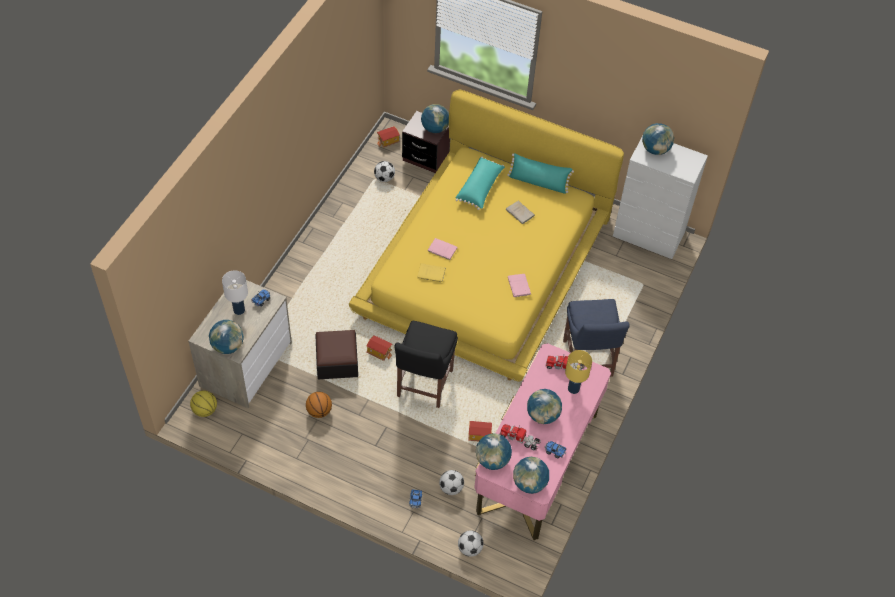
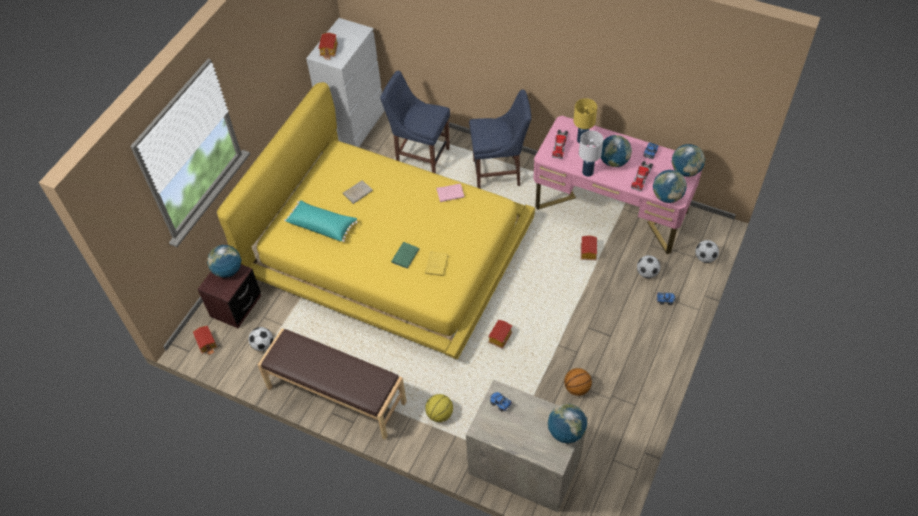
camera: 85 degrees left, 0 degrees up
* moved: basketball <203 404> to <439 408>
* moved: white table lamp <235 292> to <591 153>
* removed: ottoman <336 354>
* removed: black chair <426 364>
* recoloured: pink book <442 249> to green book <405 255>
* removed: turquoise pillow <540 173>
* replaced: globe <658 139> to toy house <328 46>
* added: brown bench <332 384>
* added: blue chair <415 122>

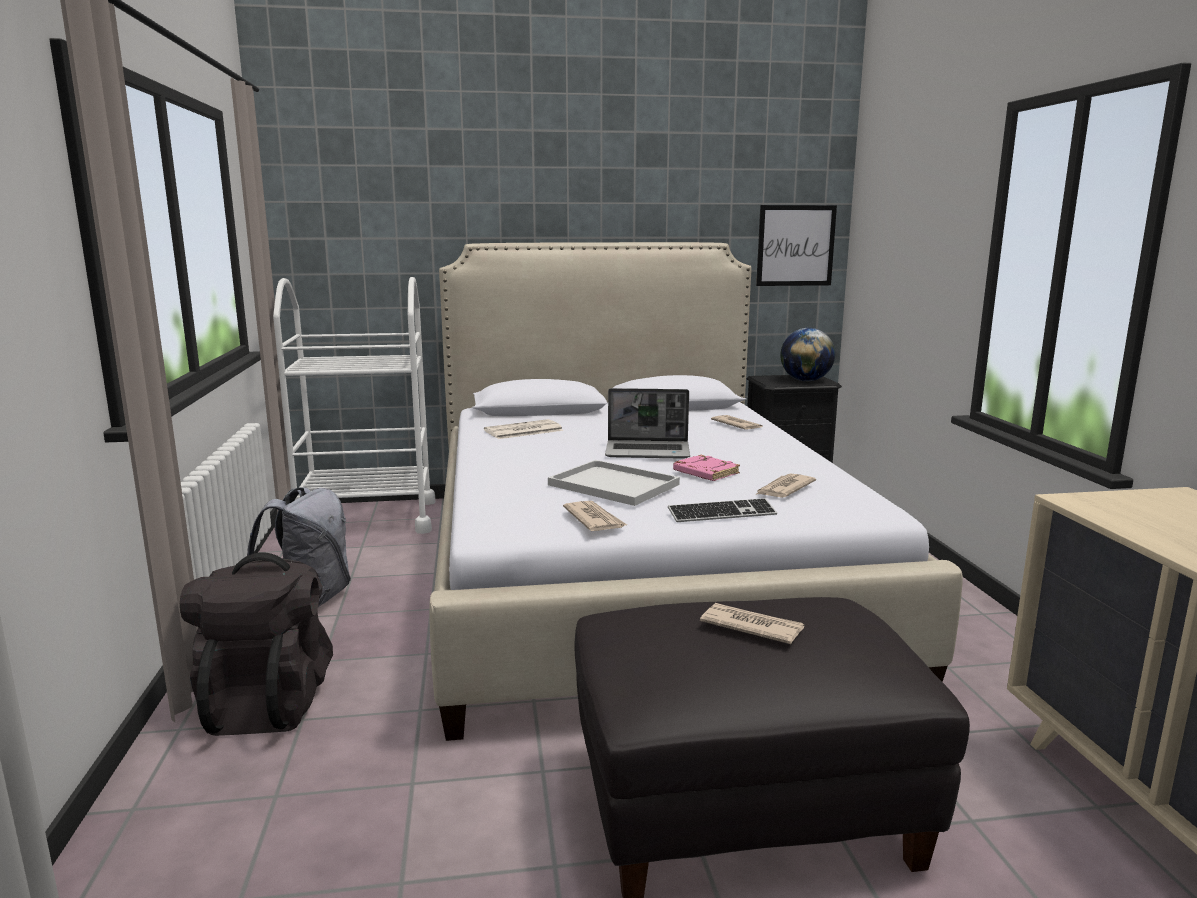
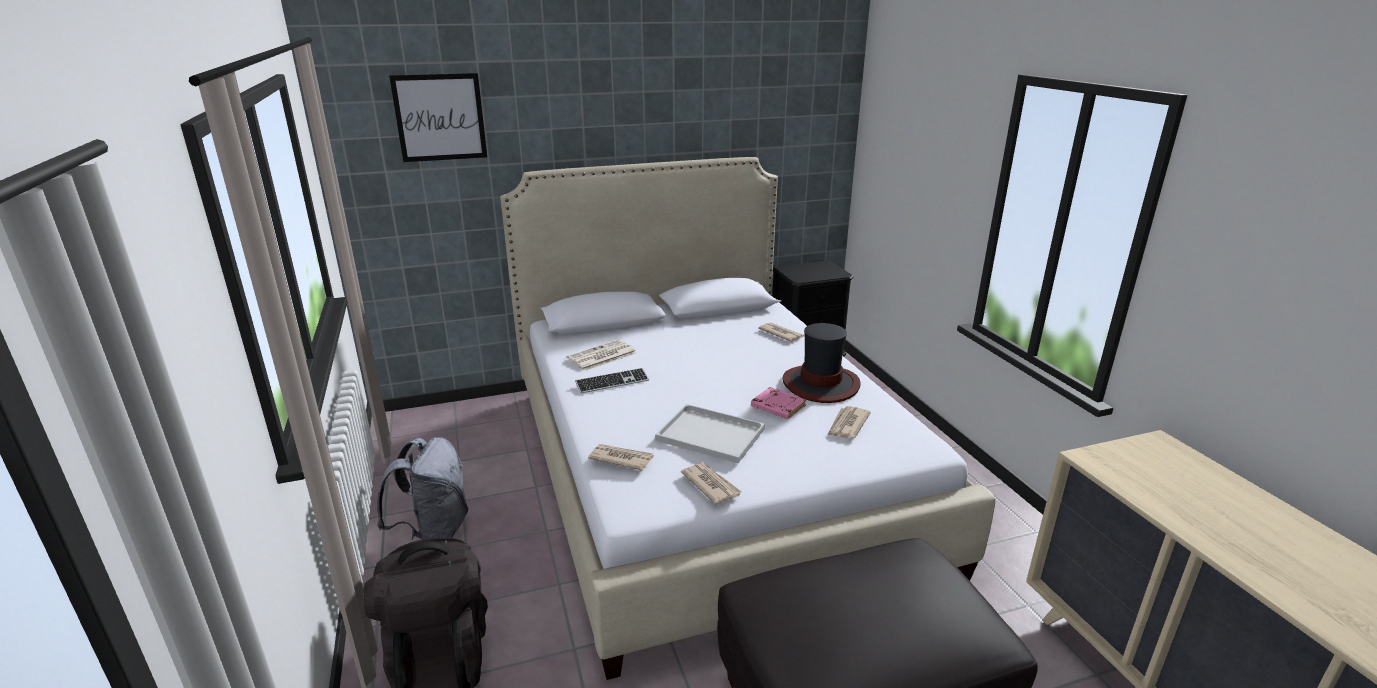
camera: 10 degrees left, 10 degrees up
* removed: white cart <354 405>
* removed: laptop <647 423>
* moved: keyboard <722 510> to <612 380>
* moved: newspaper <752 623> to <621 457>
* moved: picture <796 245> to <438 117>
* removed: globe <807 354>
* added: hat <821 363>

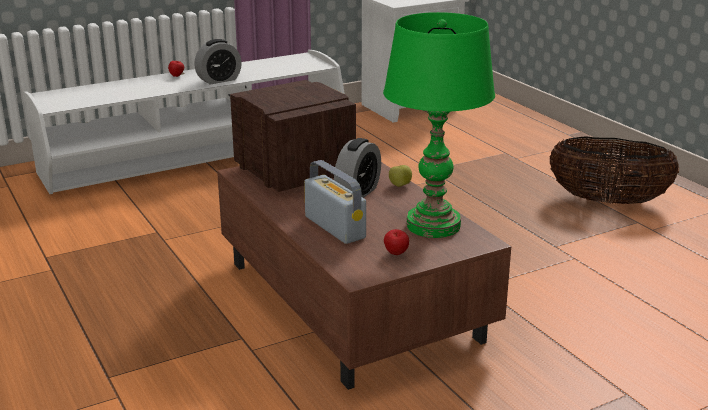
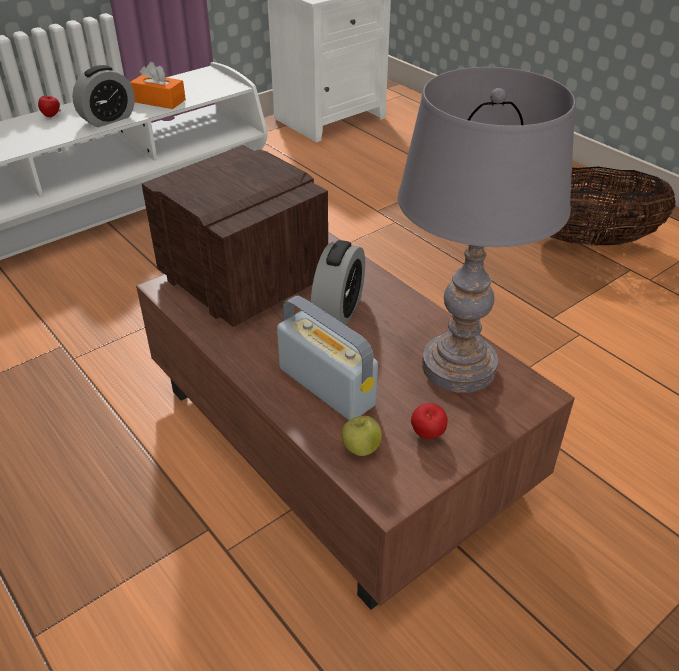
camera: 10 degrees left, 15 degrees up
* recoloured: green table lamp <439 125> to grey table lamp <487 230>
* moved: apple <400 176> to <361 436>
* added: orange tissue box <158 85>

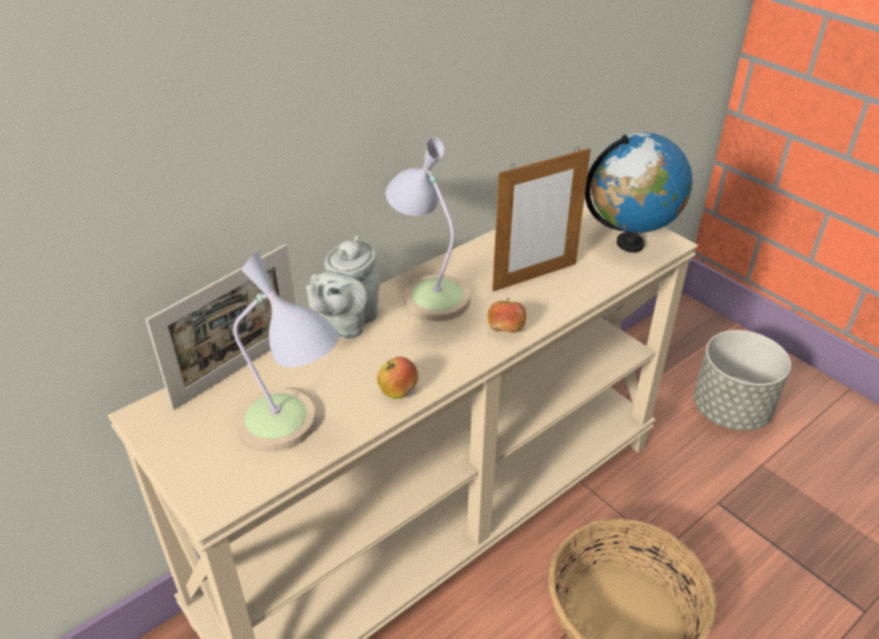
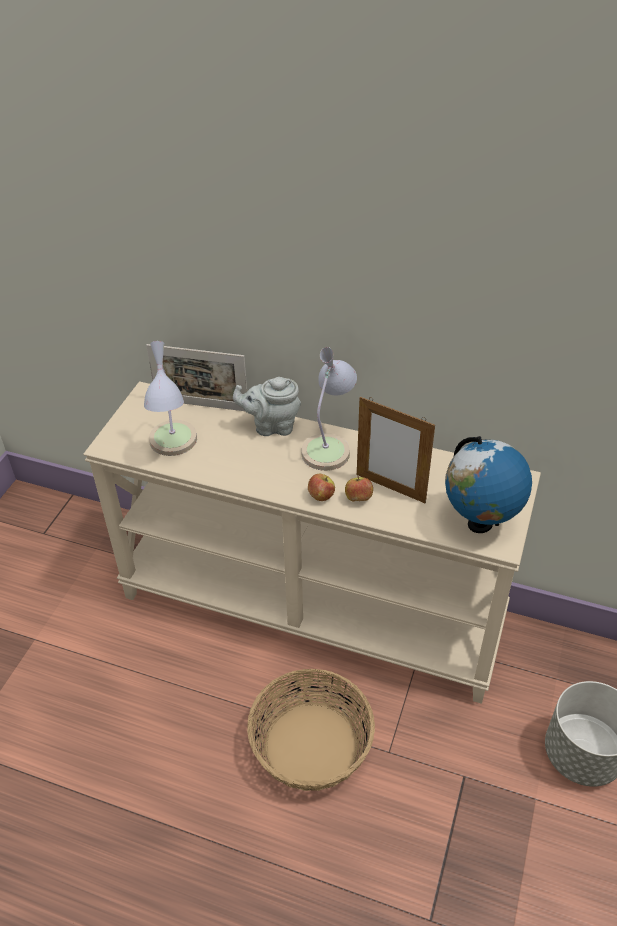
camera: 60 degrees right, 5 degrees up
* moved: apple <397 378> to <359 488>

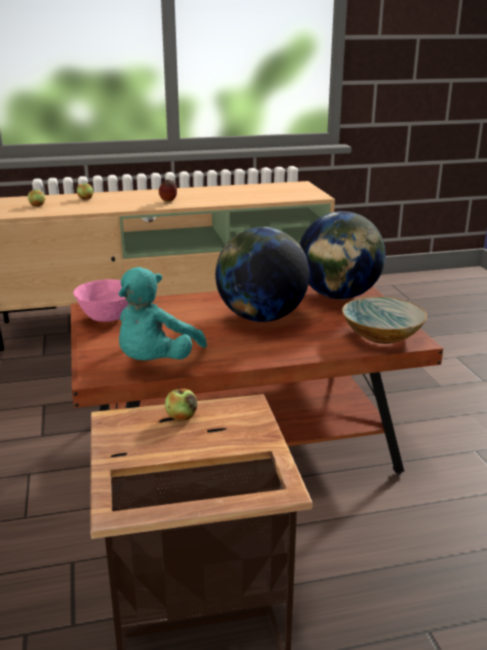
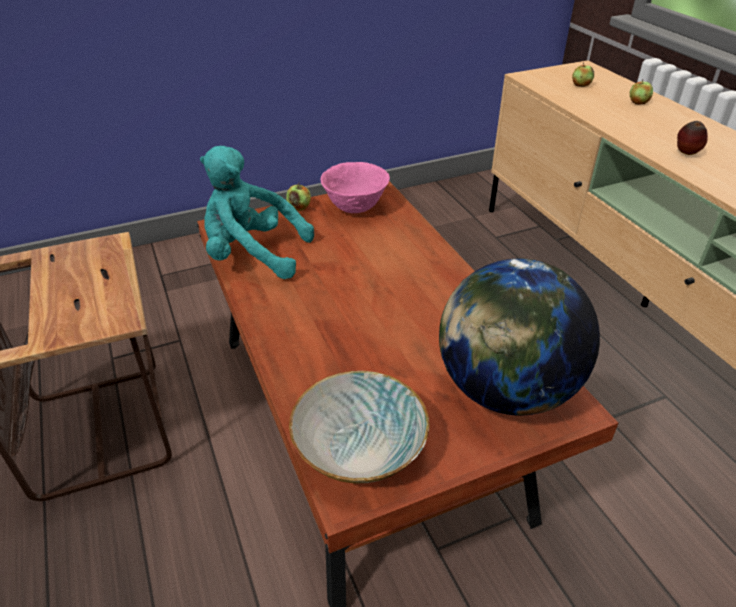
camera: 80 degrees right, 15 degrees up
* moved: apple <181 403> to <298 197>
* removed: globe <262 274>

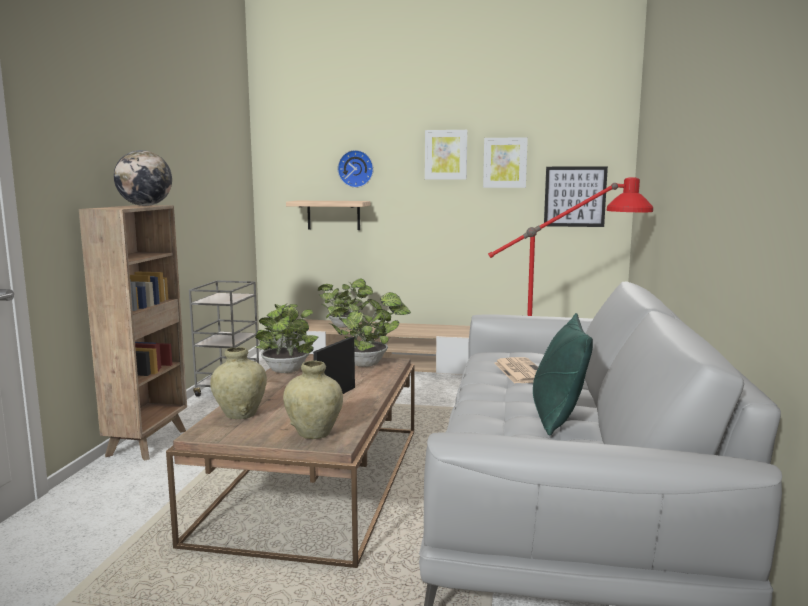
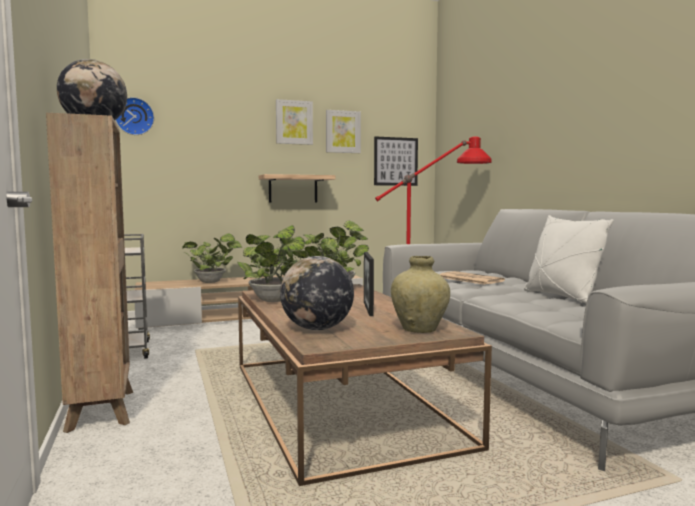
camera: 30 degrees left, 5 degrees down
* replaced: beige vase <238 383> to globe <317 293>
* moved: shelf <328 215> to <297 188>
* moved: wall clock <356 169> to <134 116>
* recoloured: green pillow <563 374> to white pillow <569 259>

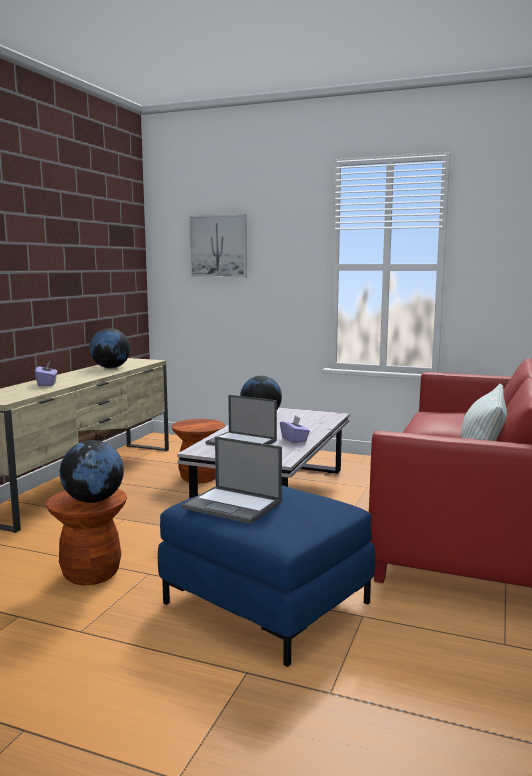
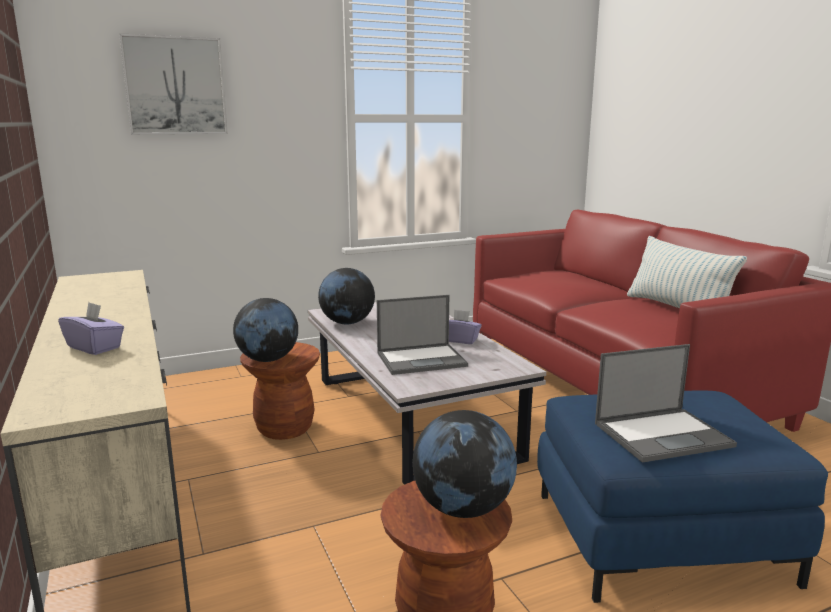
camera: 45 degrees left, 5 degrees up
* moved: globe <110 348> to <265 330>

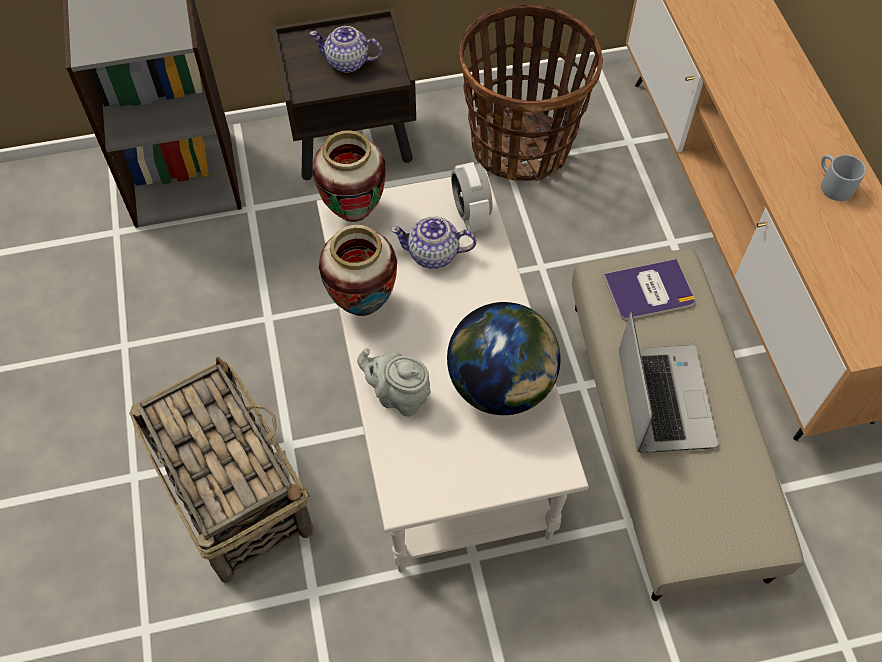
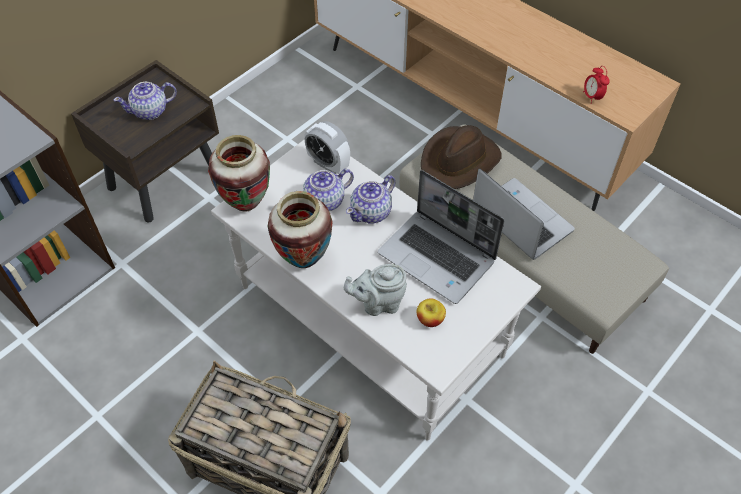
camera: 35 degrees left, 5 degrees down
* replaced: globe <504 358> to laptop <441 237>
* removed: basket <531 92>
* replaced: book <648 289> to brown hat <461 157>
* removed: grey mug <843 178>
* added: teapot <370 199>
* added: apple <431 312>
* added: alarm clock <596 85>

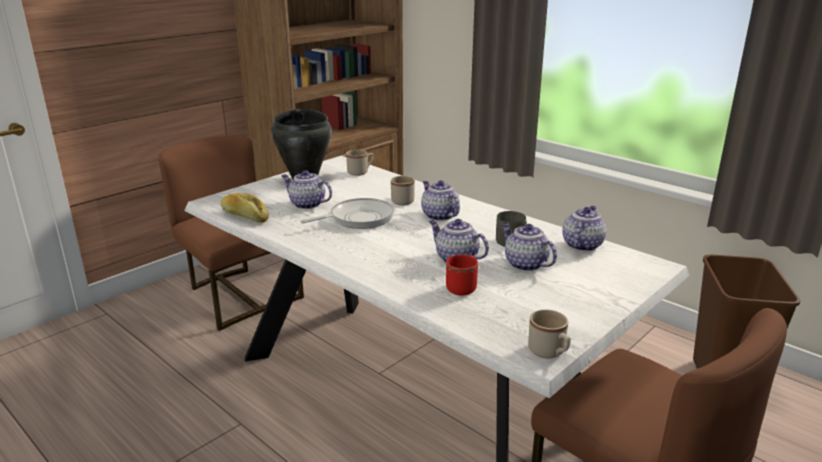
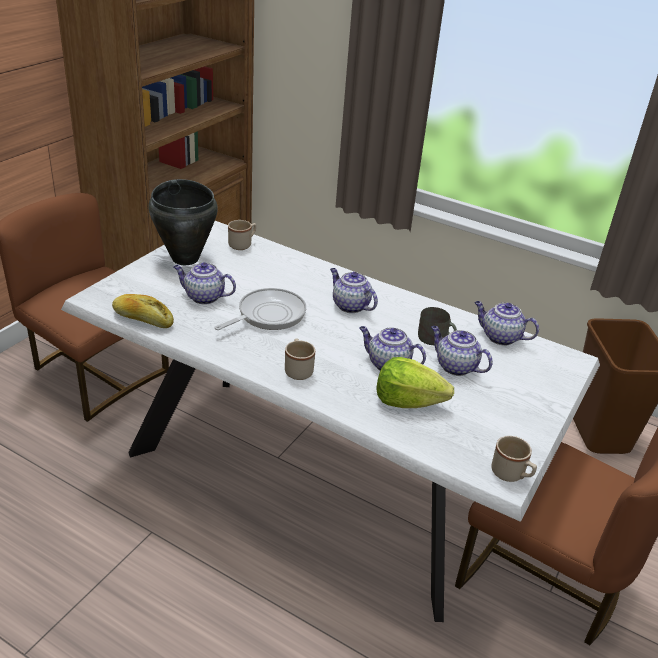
camera: 15 degrees left, 10 degrees up
* moved: beige mug <403 190> to <300 359>
* replaced: red mug <462 275> to lettuce <415 382>
* turned: teapot <584 228> = <507 323> 75 degrees counterclockwise

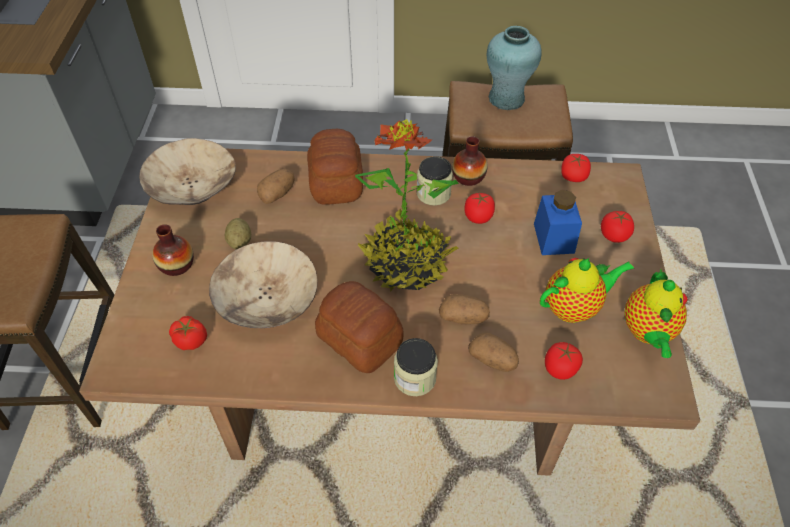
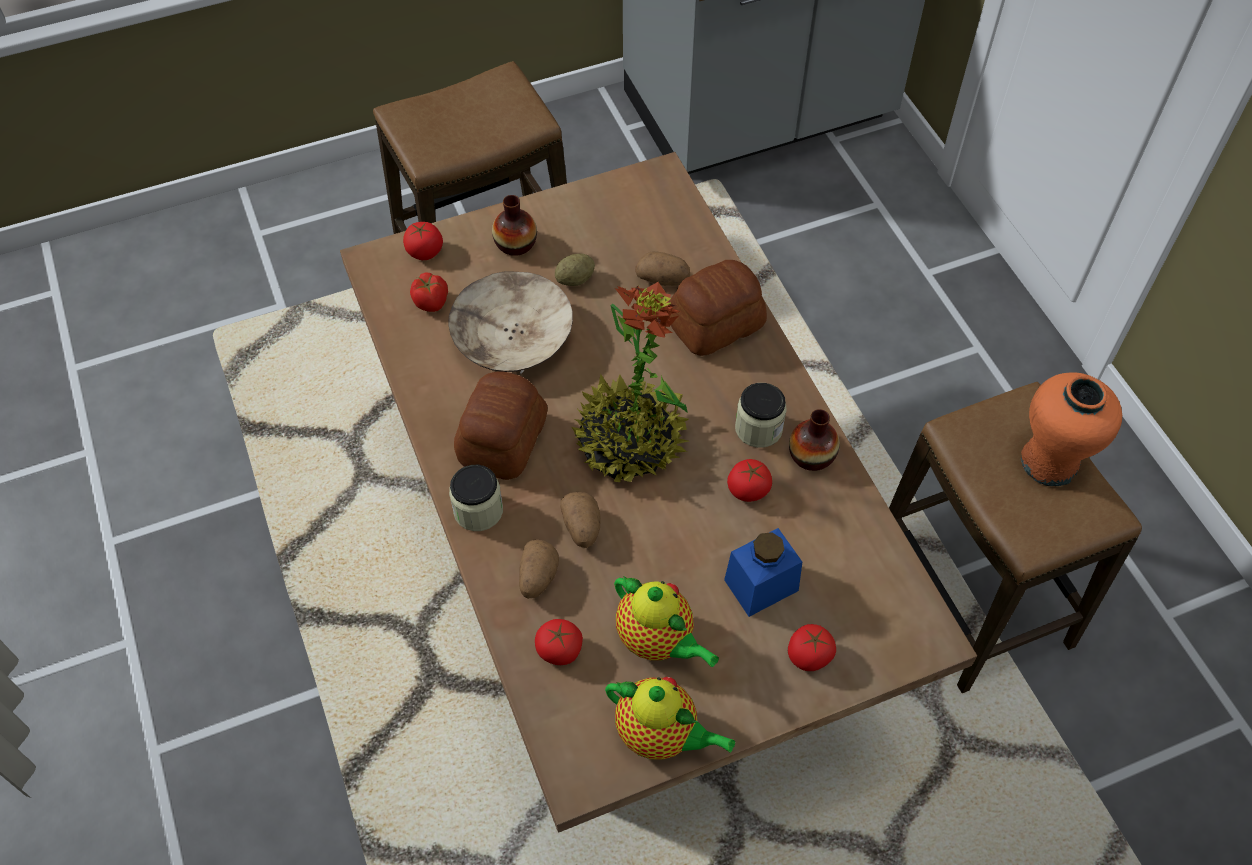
camera: 65 degrees right, 5 degrees up
* removed: beige bowl <187 171>
* recoloured: turquoise vase <514 68> to orange vase <1071 429>
* moved: tomato <576 168> to <423 241>
* turned: teapot <655 313> = <670 718> 135 degrees counterclockwise

